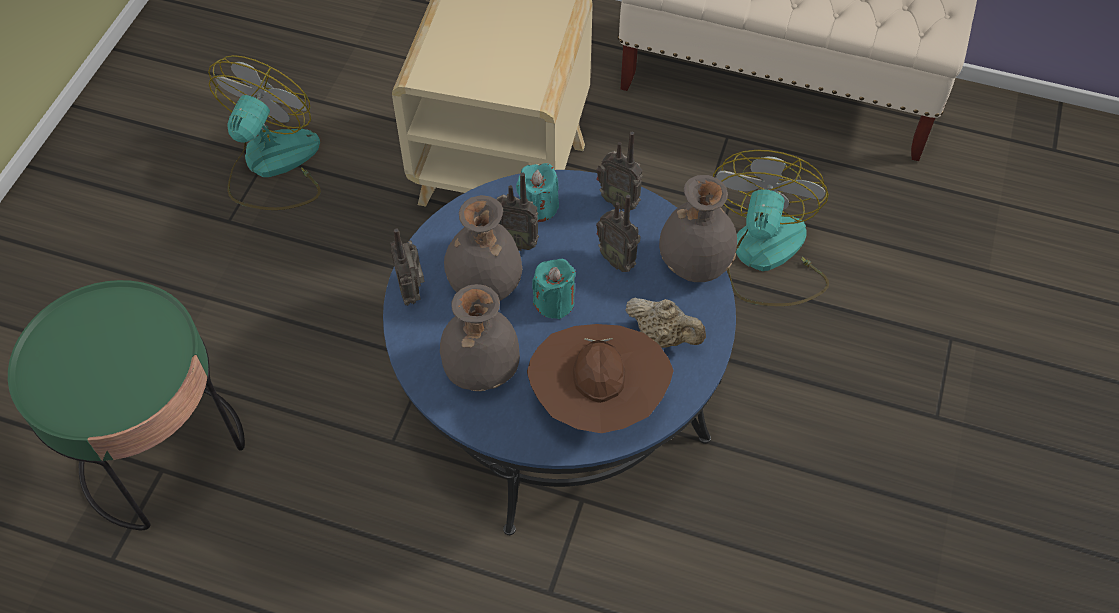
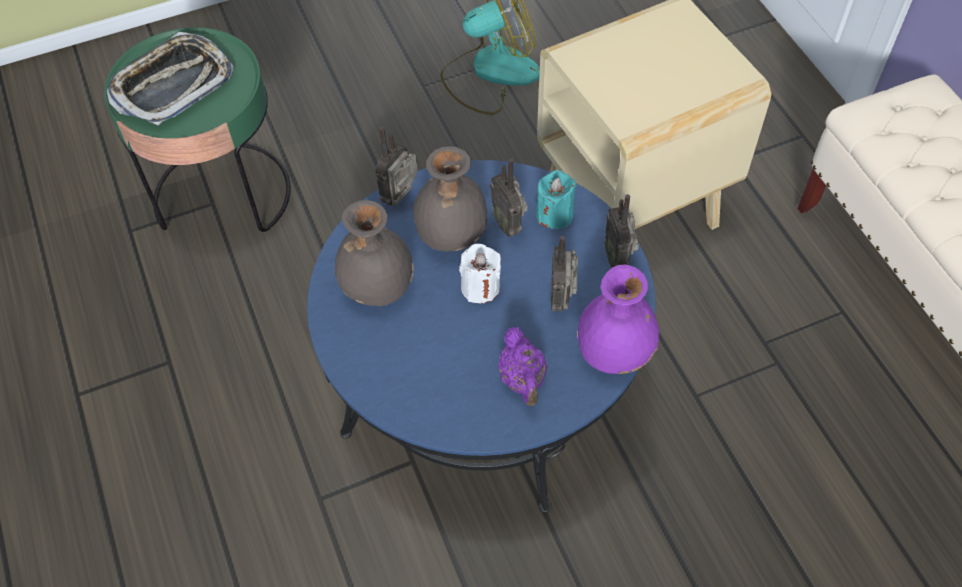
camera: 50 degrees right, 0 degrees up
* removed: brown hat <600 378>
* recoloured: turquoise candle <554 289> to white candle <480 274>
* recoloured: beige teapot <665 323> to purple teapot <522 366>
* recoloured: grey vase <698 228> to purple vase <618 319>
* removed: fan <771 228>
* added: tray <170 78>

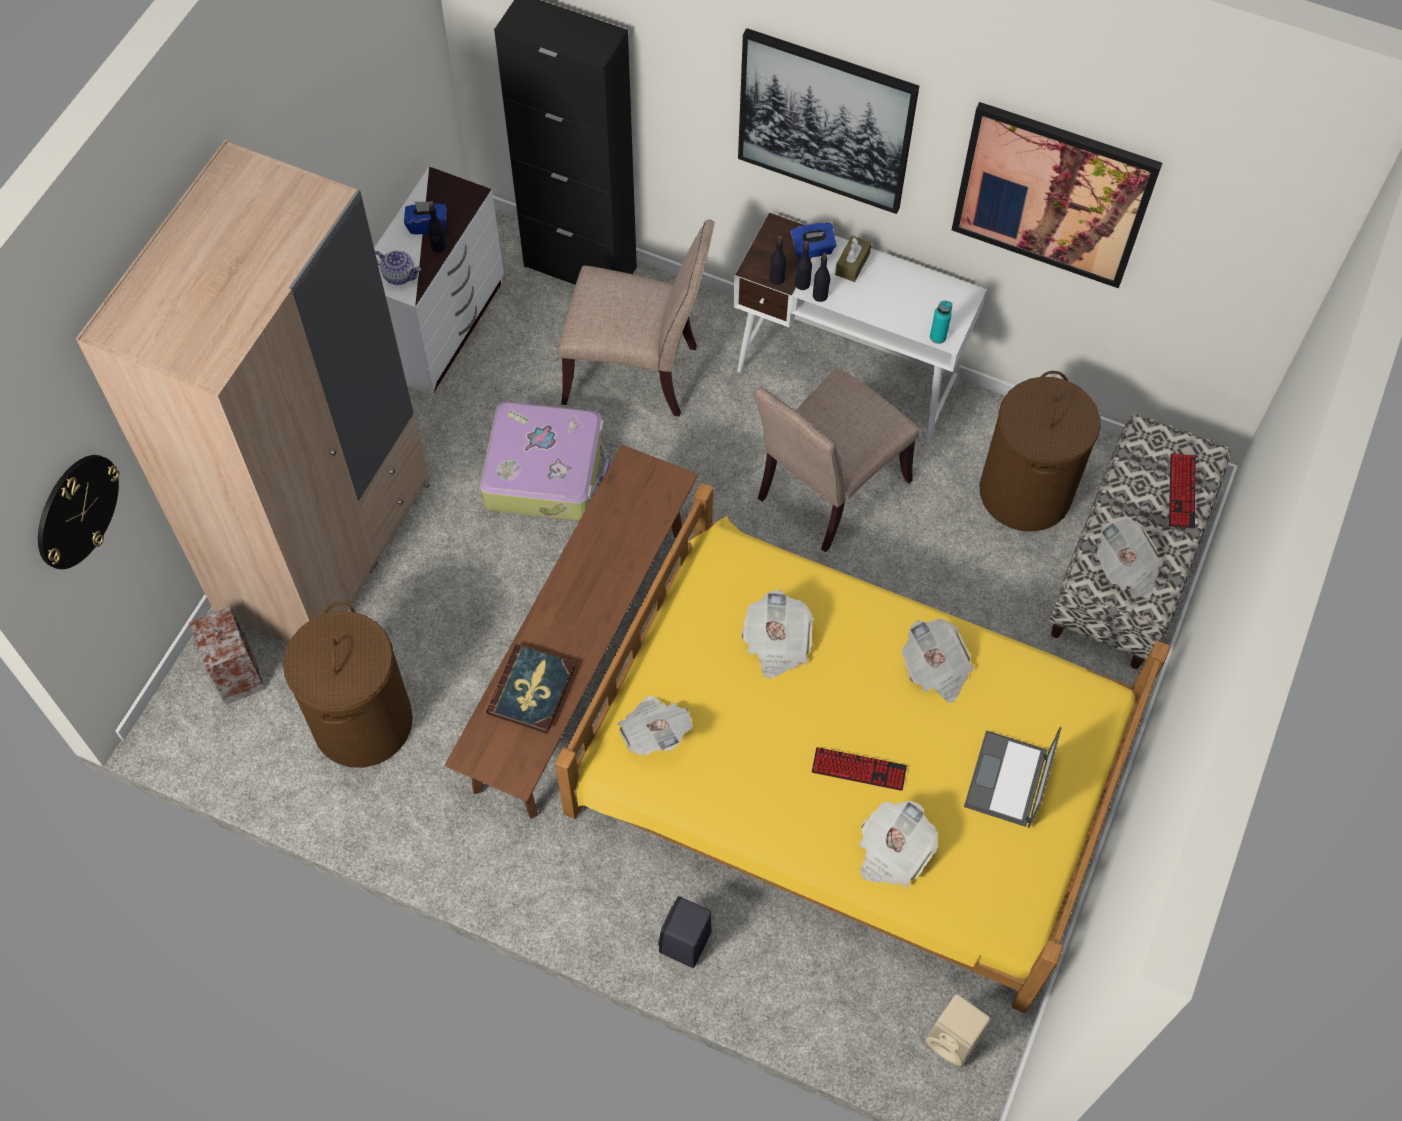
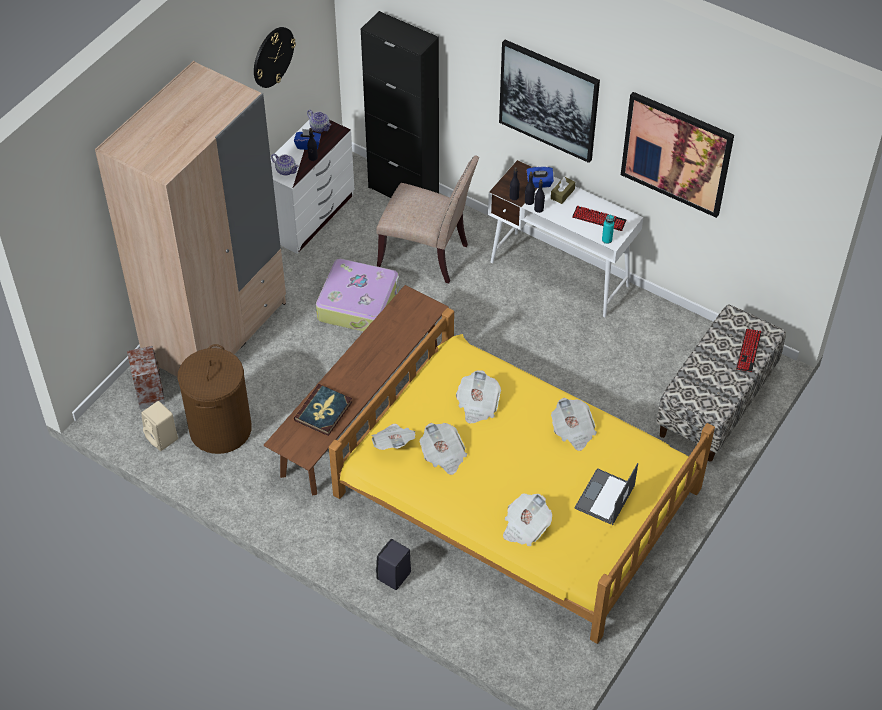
camera: 10 degrees right, 10 degrees down
* moved: wall clock <78 512> to <275 57>
* removed: beige chair <837 460>
* moved: keyboard <859 769> to <599 218>
* moved: beige speaker <957 1031> to <159 426>
* removed: brown laundry basket <1040 451>
* moved: newspaper <1130 559> to <443 449>
* added: teapot <319 121>

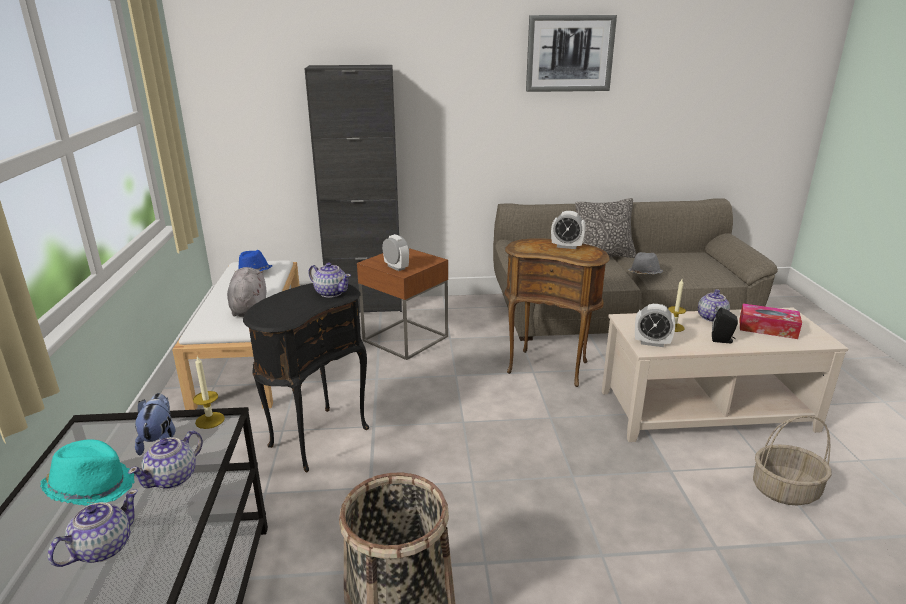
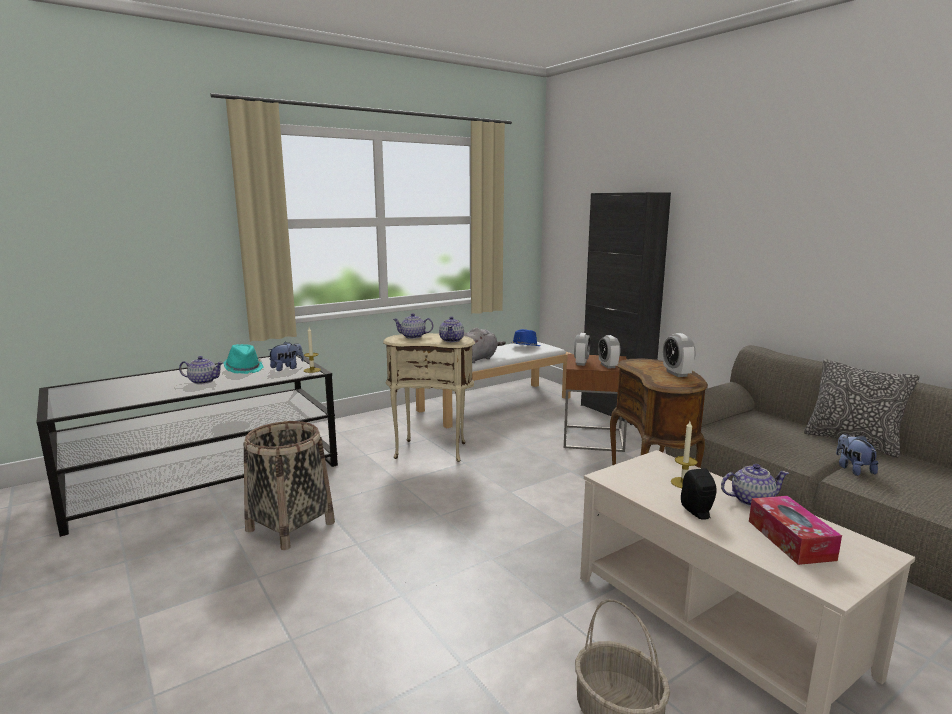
camera: 60 degrees right, 10 degrees down
* moved: teapot <165 459> to <413 326>
* recoloured: black side table <306 377> to beige side table <429 397>
* removed: picture <571 53>
* replaced: grey hat <645 263> to plush toy <857 455>
* moved: alarm clock <655 325> to <609 352>

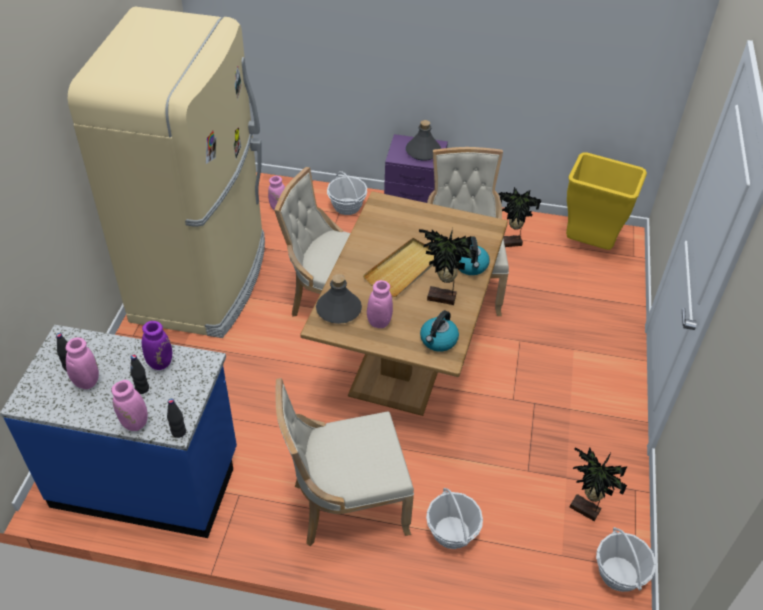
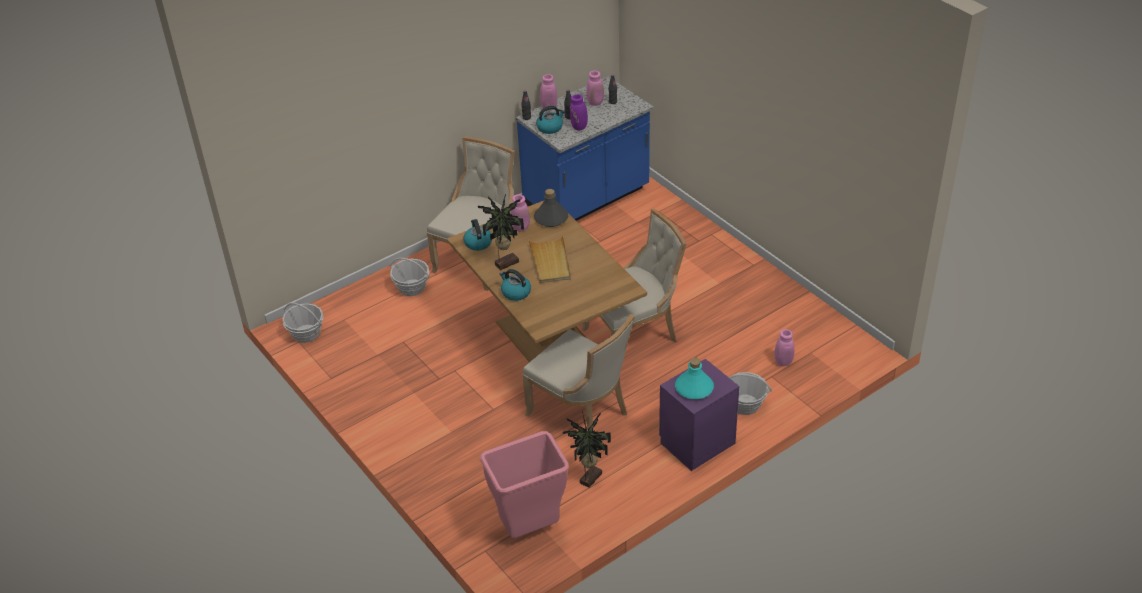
camera: 135 degrees right, 5 degrees down
* removed: beige fridge <166 172>
* recoloured: grey bottle <423 140> to turquoise bottle <694 378>
* recoloured: yellow trash can <606 201> to pink trash can <525 484>
* removed: potted plant <598 484>
* added: kettle <550 120>

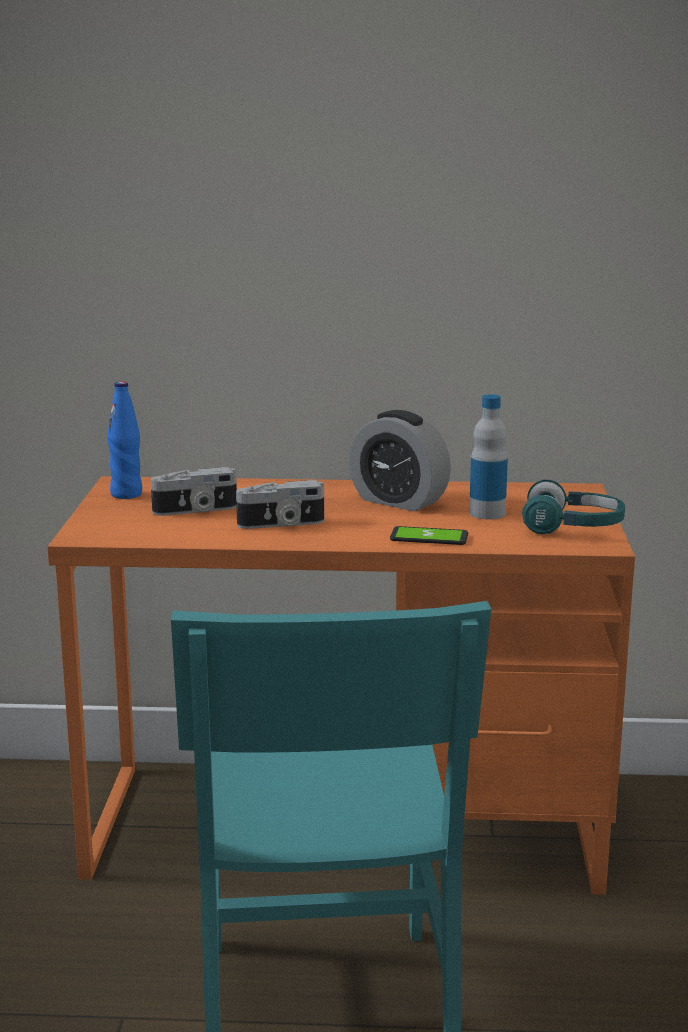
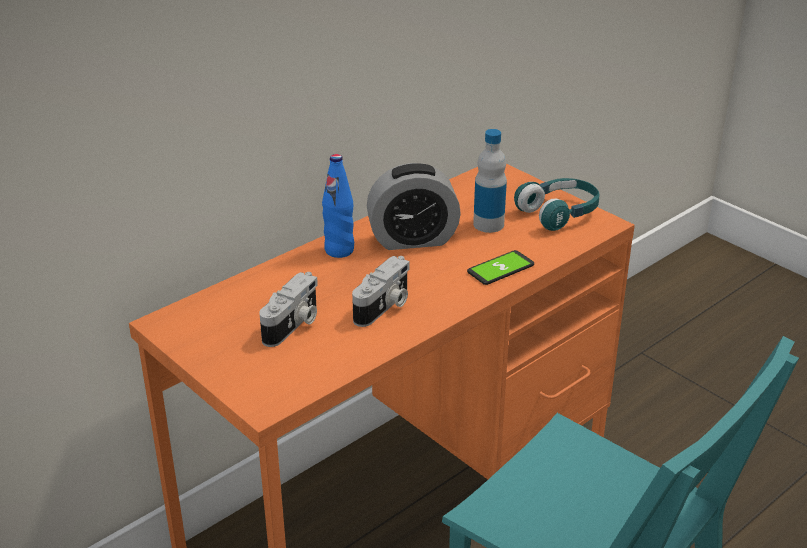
camera: 45 degrees left, 15 degrees up
* moved: blue bottle <124 440> to <338 206>

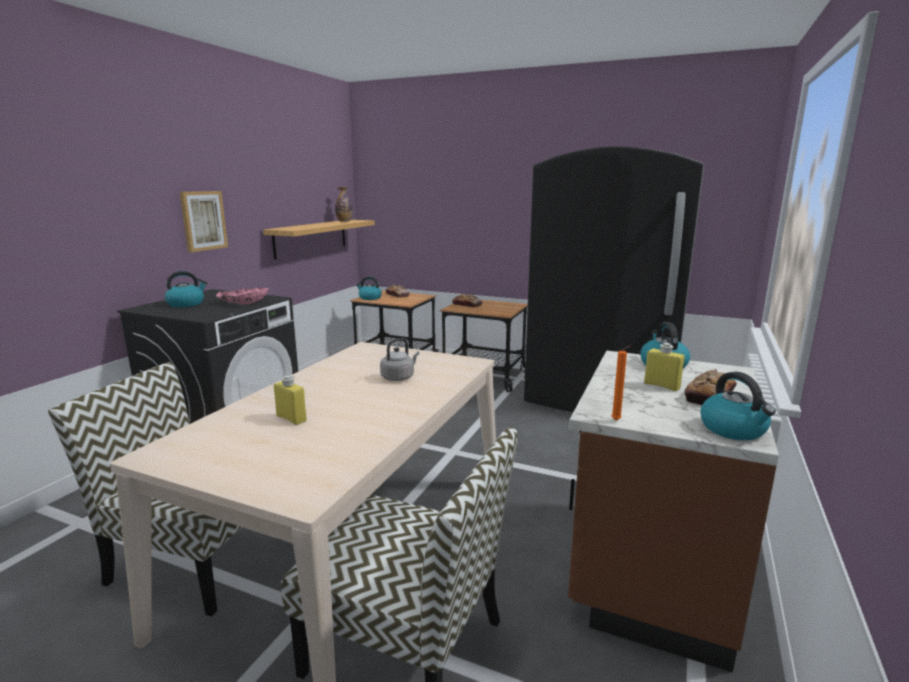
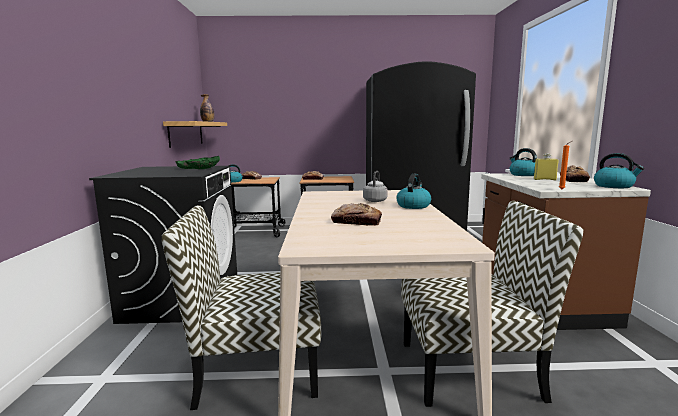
camera: 25 degrees left, 5 degrees down
* moved: kettle <186 289> to <413 191>
* removed: picture <204 221>
* recoloured: pink bowl <242 296> to green bowl <198 162>
* replaced: yellow bottle <290 400> to bread <356 214>

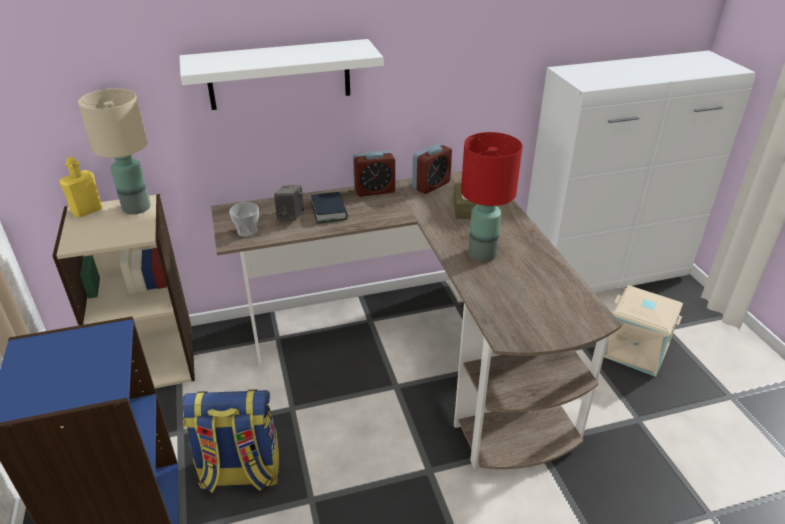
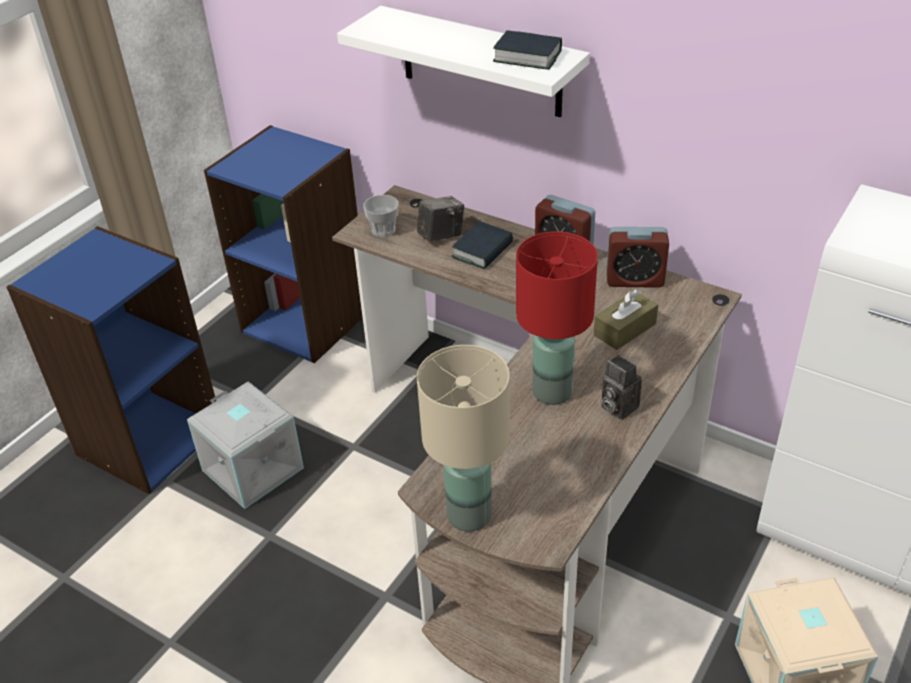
camera: 50 degrees right, 5 degrees up
* recoloured: beige bookcase <123 291> to blue bookcase <283 244>
* removed: yellow bottle <81 187>
* moved: beige table lamp <114 151> to <463 438>
* replaced: backpack <230 441> to grey storage box <245 445>
* added: book <527 50>
* added: photo camera <621 387>

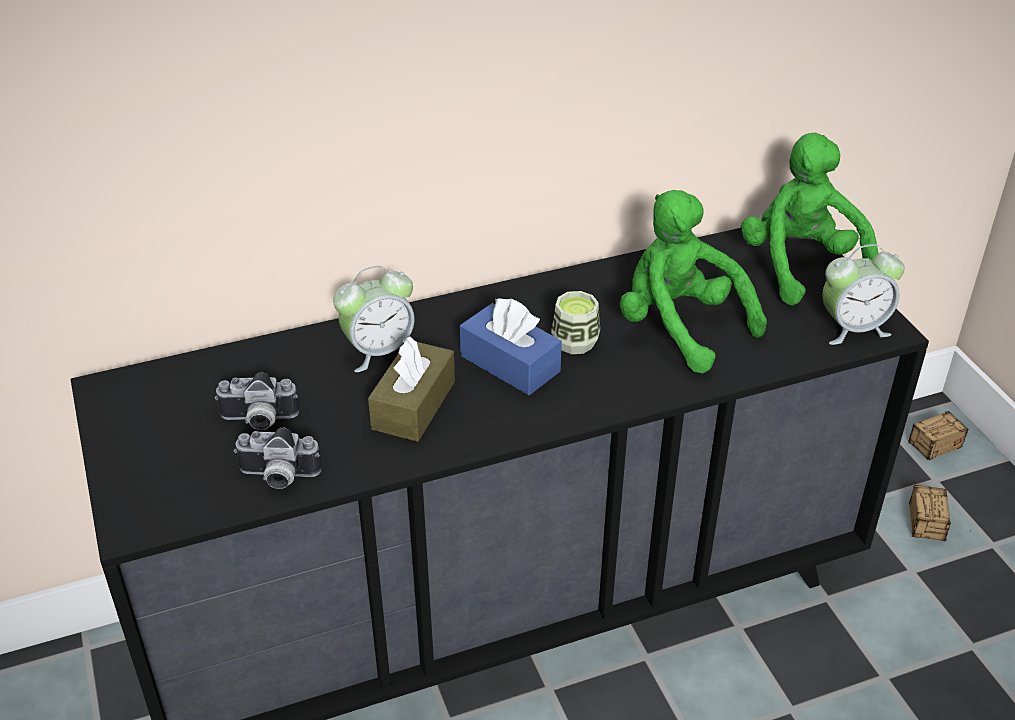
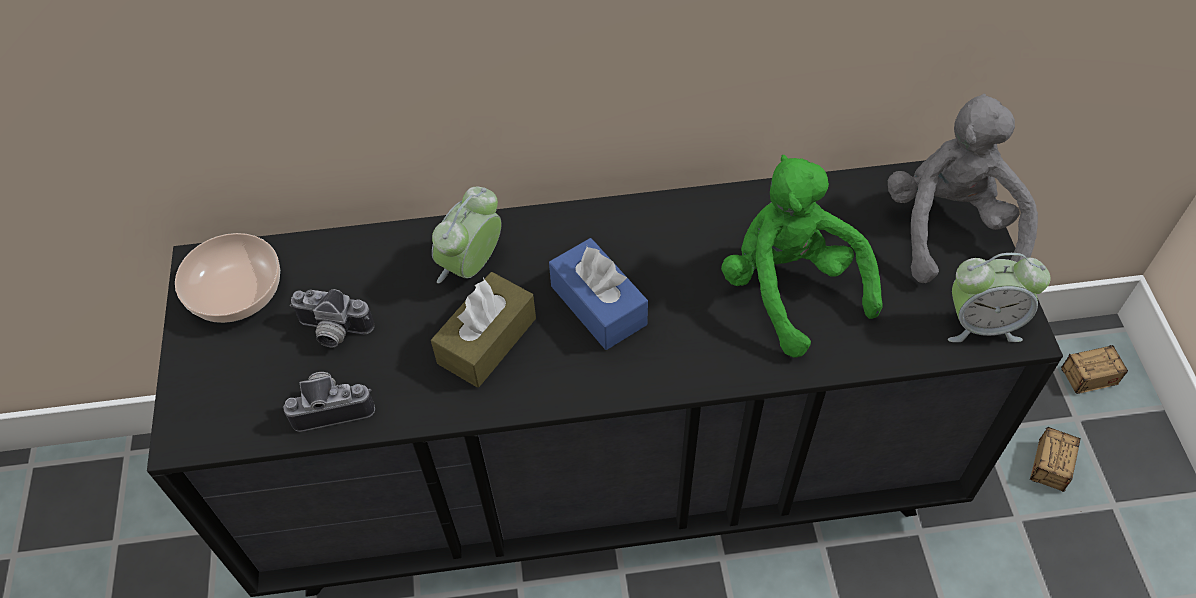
camera: 15 degrees right, 15 degrees up
* turned: photo camera <278 458> = <329 402> 150 degrees clockwise
* turned: alarm clock <373 319> = <467 235> 135 degrees clockwise
* removed: cup <575 322>
* recoloured: green plush toy <809 219> to grey plush toy <963 188>
* added: bowl <227 278>

